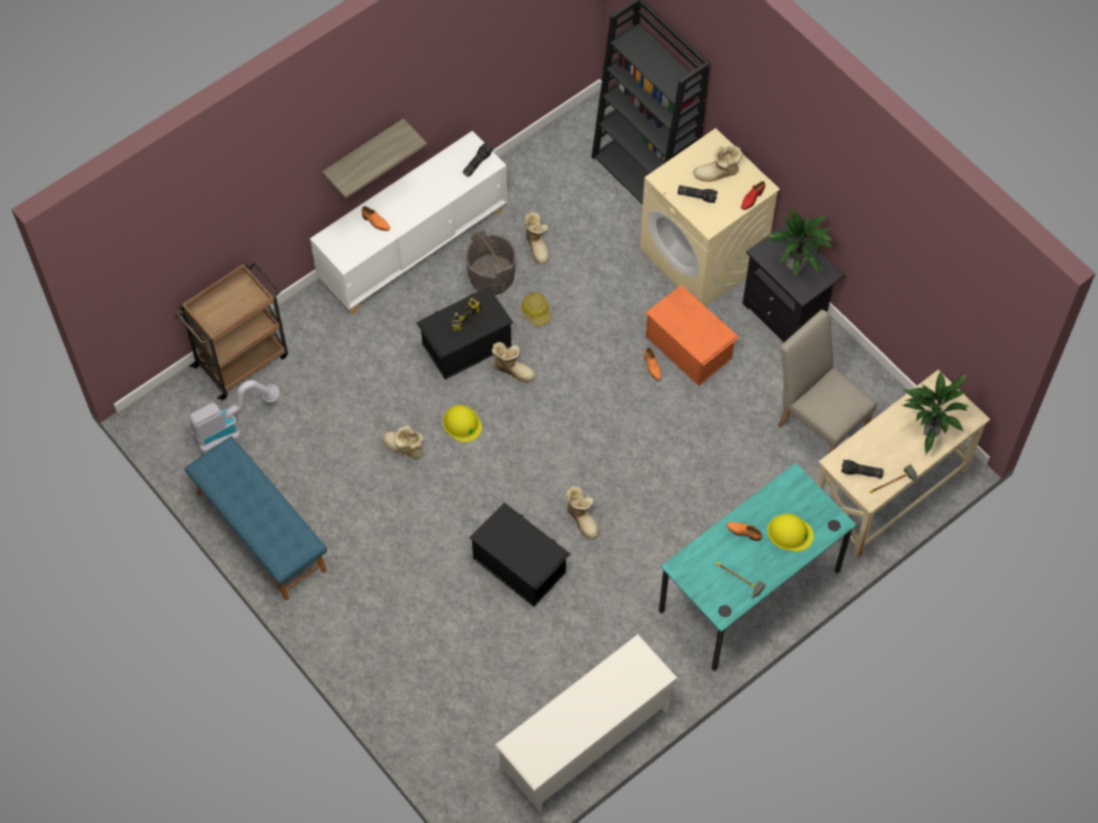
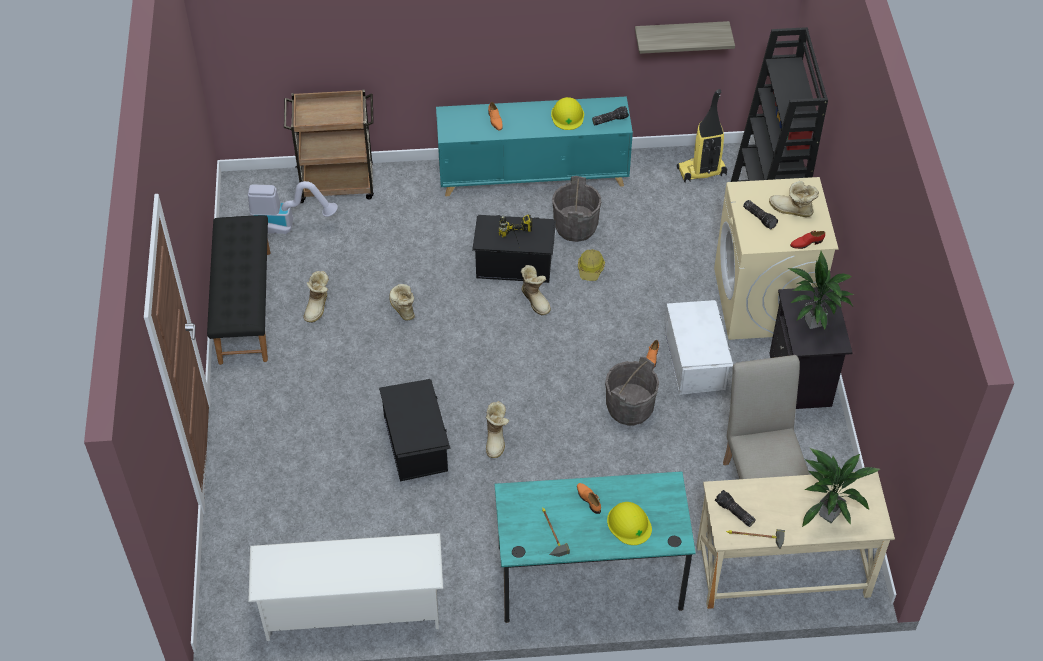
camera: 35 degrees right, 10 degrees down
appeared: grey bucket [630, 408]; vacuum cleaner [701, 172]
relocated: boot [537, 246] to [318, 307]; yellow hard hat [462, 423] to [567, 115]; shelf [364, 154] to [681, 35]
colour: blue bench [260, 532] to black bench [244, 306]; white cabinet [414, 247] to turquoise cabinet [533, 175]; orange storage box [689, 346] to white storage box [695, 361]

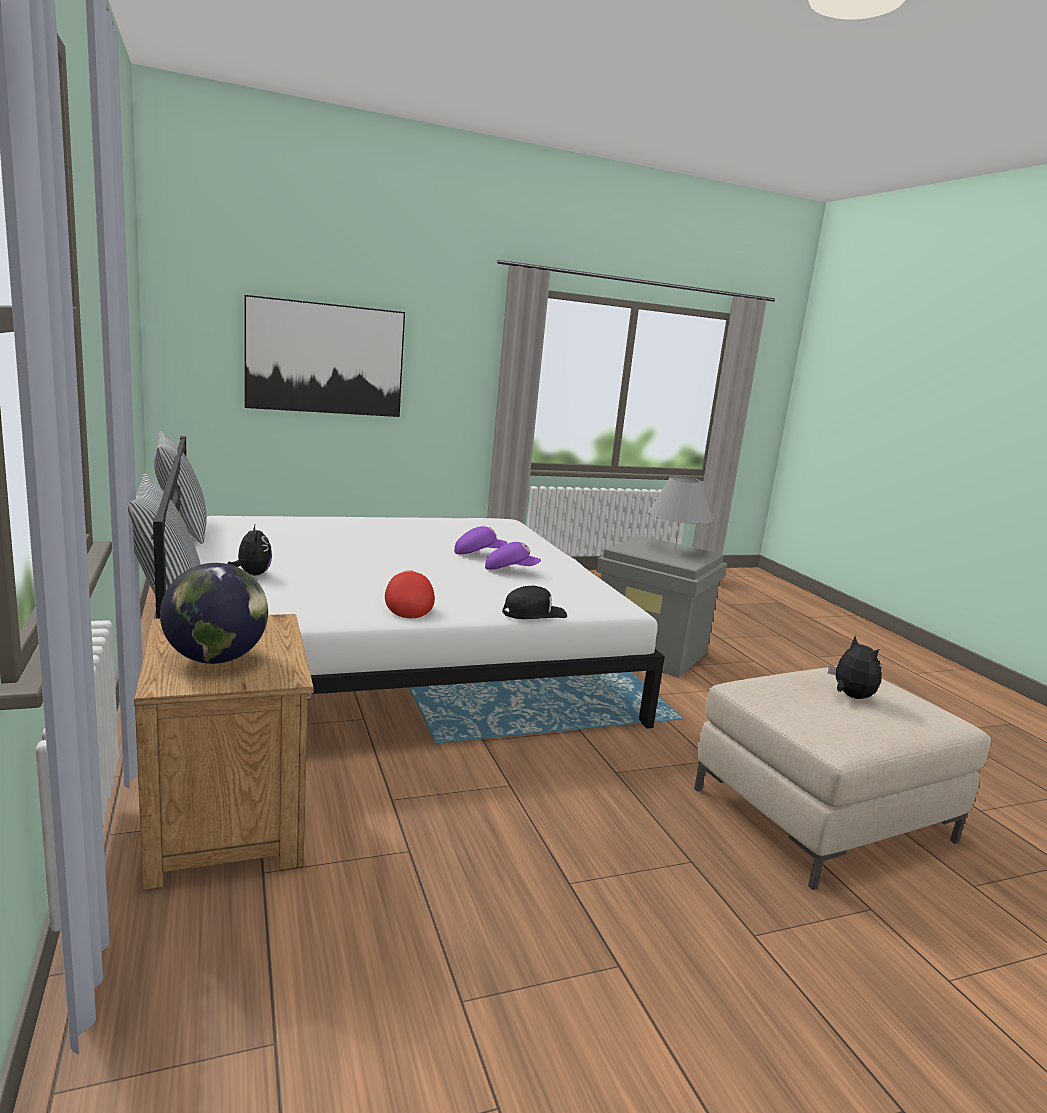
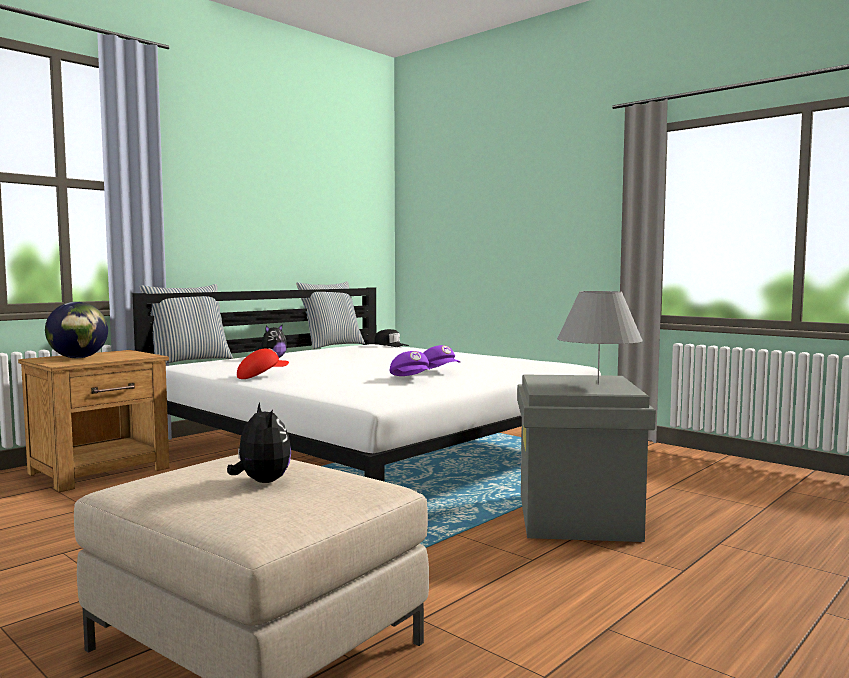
camera: 65 degrees right, 10 degrees down
missing: picture [325, 359]
relocated: black cap [534, 613] to [390, 345]
spun: plush toy [850, 696] = [261, 482] 75 degrees counterclockwise

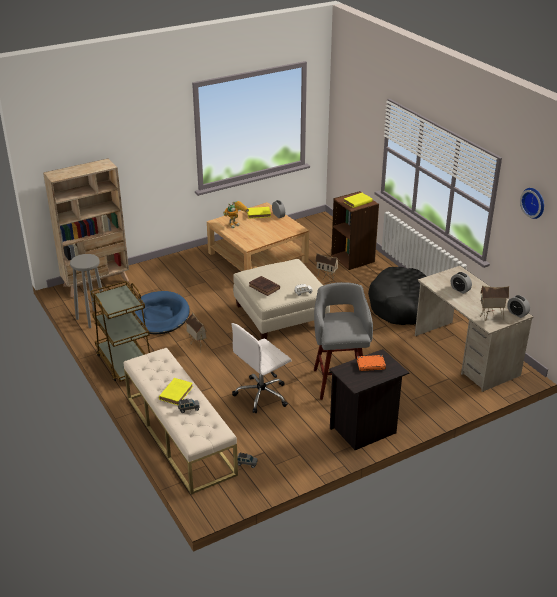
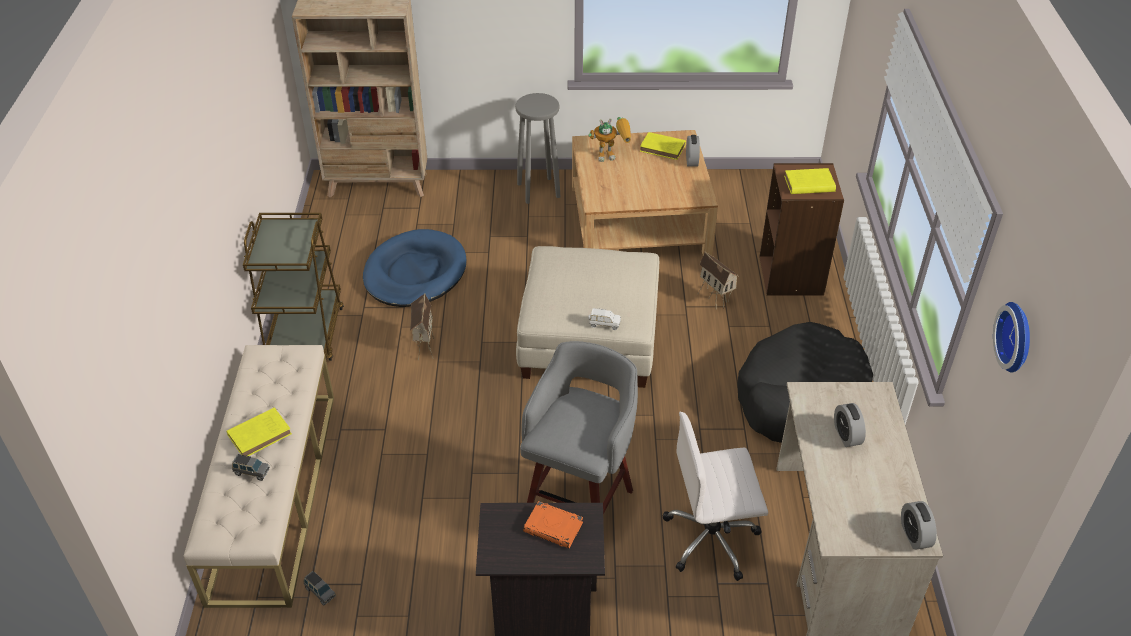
camera: 30 degrees right, 10 degrees up
missing: brown book [265, 287]; toy house [491, 317]
relocated: grey stool [92, 318] to [539, 190]; white office chair [262, 395] to [712, 538]

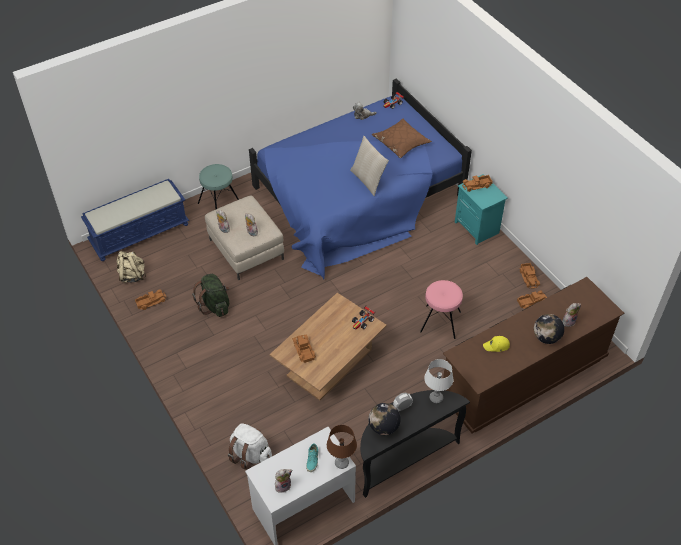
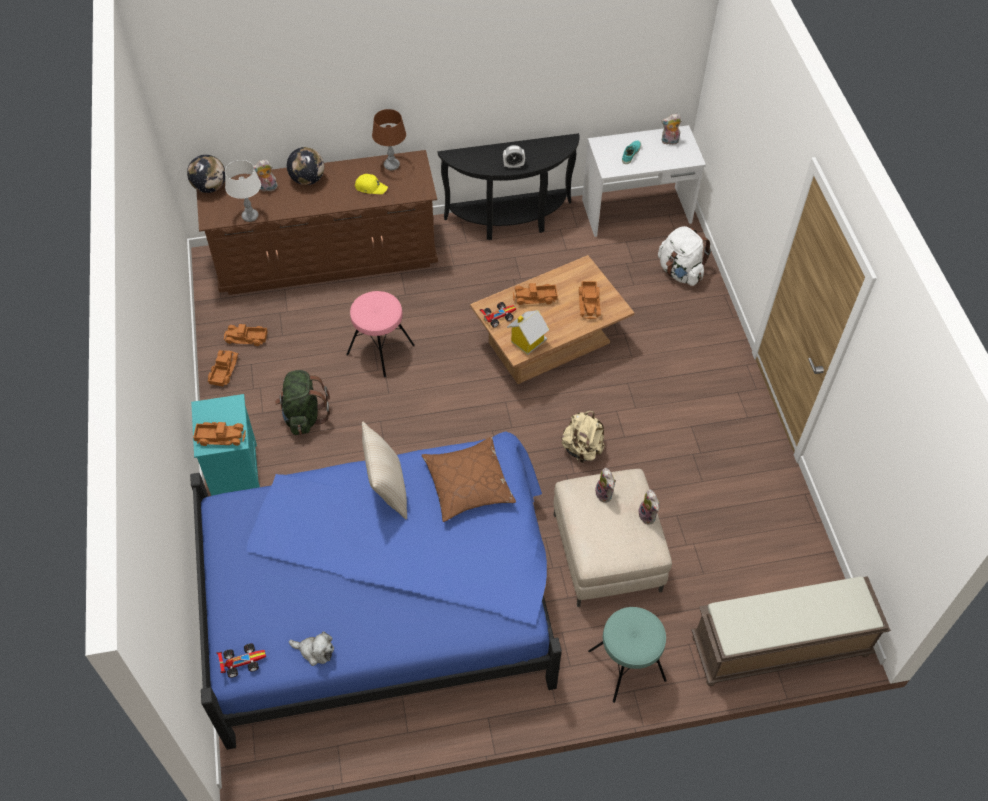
camera: 160 degrees left, 5 degrees up
appeared: toy house [527, 341]
relocated: globe [383, 427] to [210, 187]; white table lamp [436, 398] to [250, 216]; green backpack [215, 305] to [304, 416]; brown table lamp [341, 463] to [391, 165]; brown pillow [401, 143] to [468, 484]; toy truck [151, 301] to [535, 298]; beige backpack [132, 275] to [582, 449]
colour: blue bench [140, 233] to brown bench [779, 647]

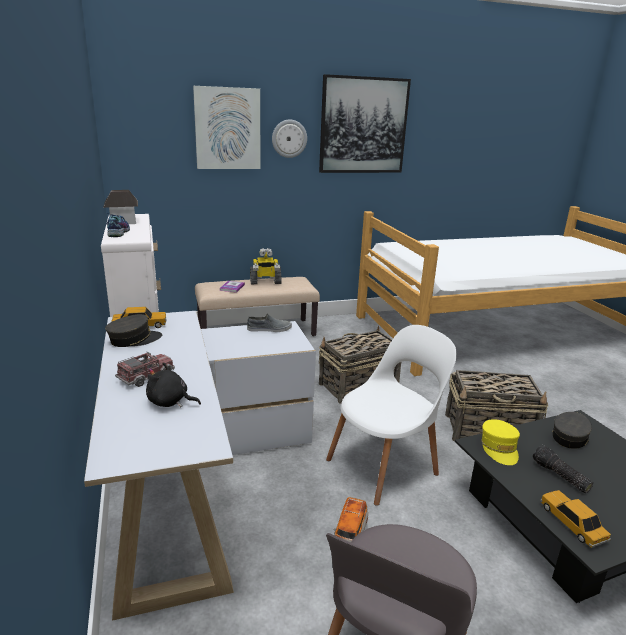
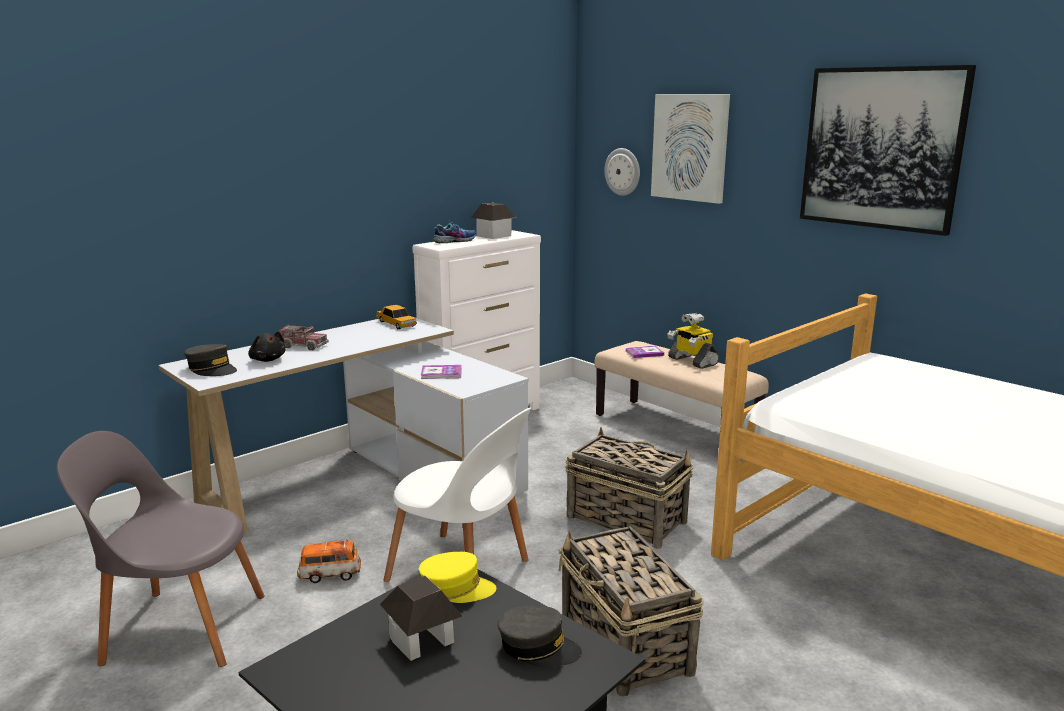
camera: 65 degrees right, 5 degrees down
missing: grey shoe [269, 329]; toy car [572, 523]
appeared: book [441, 373]
relocated: grey cap [134, 339] to [212, 369]; wall clock [289, 138] to [623, 171]
exchanged: flashlight [559, 476] to toy house [421, 640]
spun: black plush toy [170, 402] = [267, 360] 150 degrees clockwise; yellow cap [499, 448] = [456, 588] 150 degrees counterclockwise

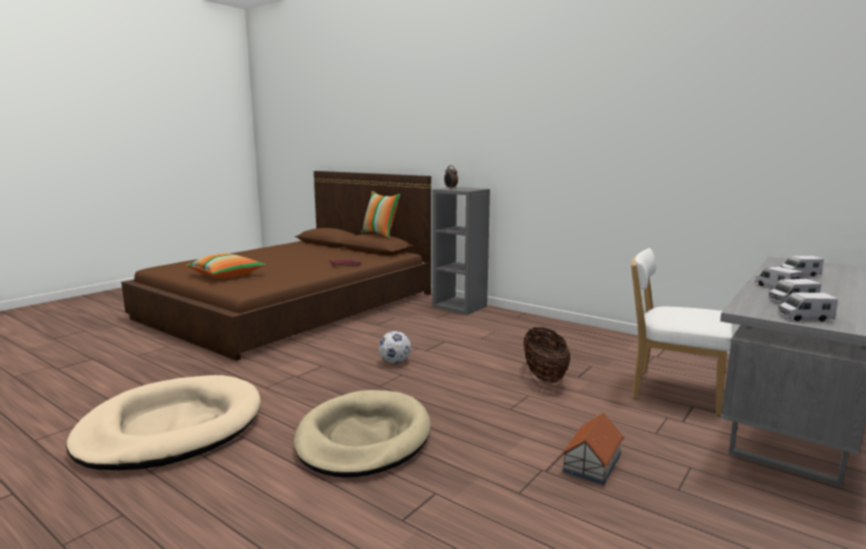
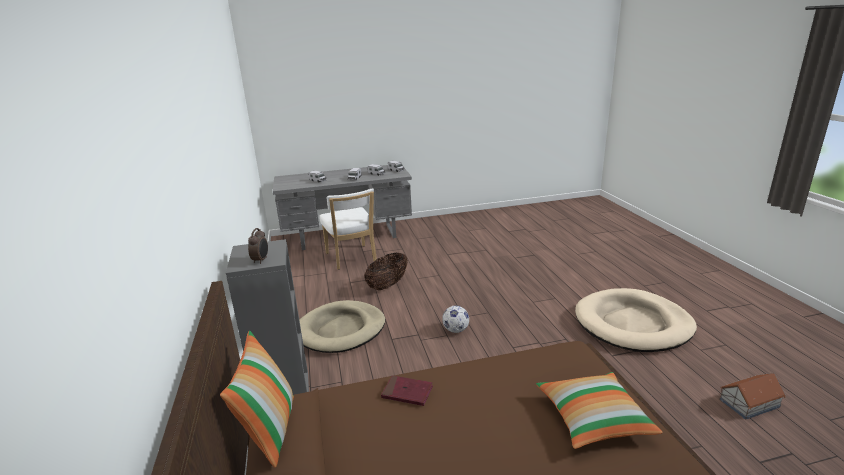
camera: 140 degrees left, 10 degrees up
relocated: beige dog bed [363, 438] to [341, 330]; toy house [593, 463] to [748, 403]

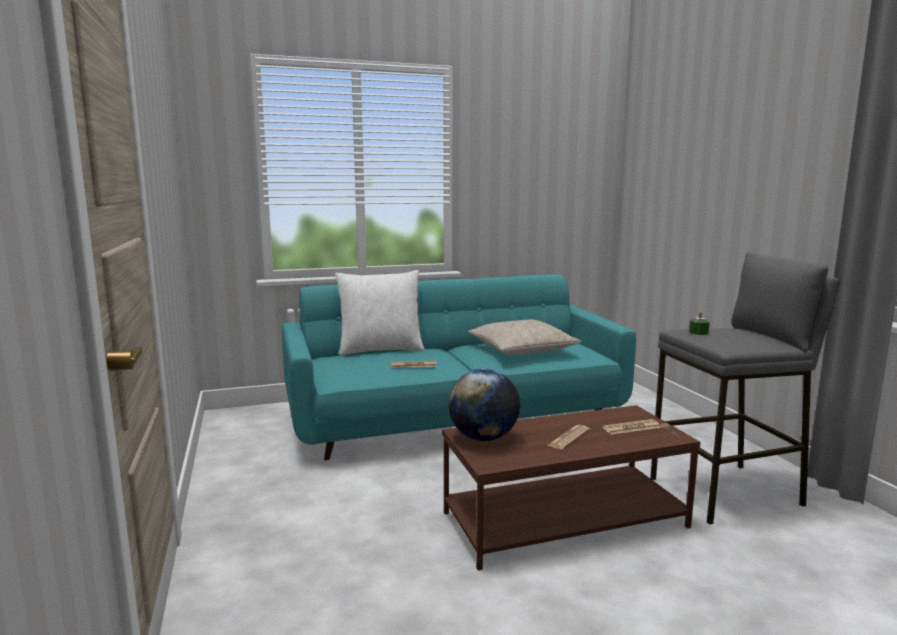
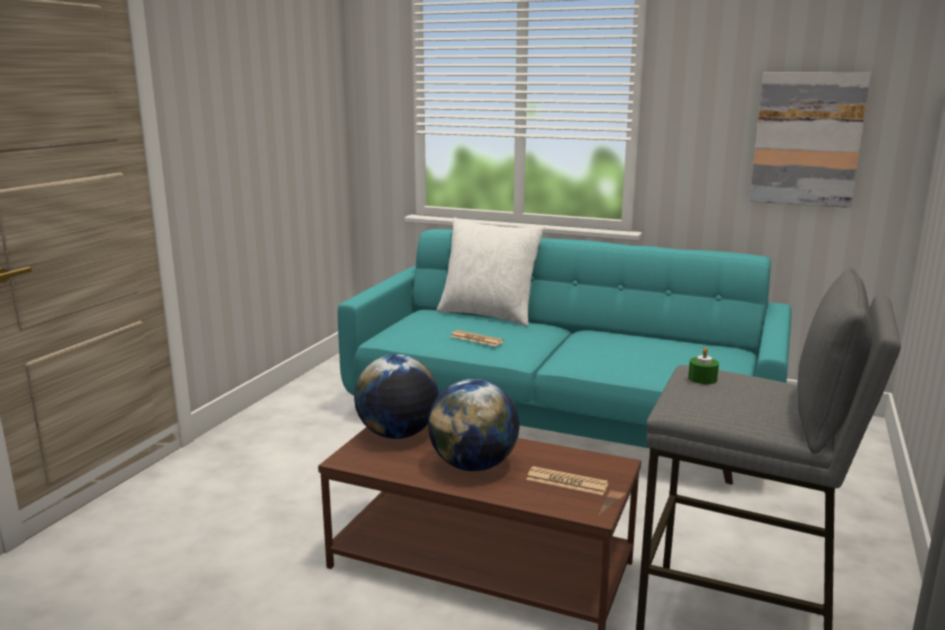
camera: 40 degrees right, 5 degrees up
missing: beige pillow [521, 349]
appeared: picture [807, 139]
exchanged: newspaper [568, 438] to globe [474, 465]

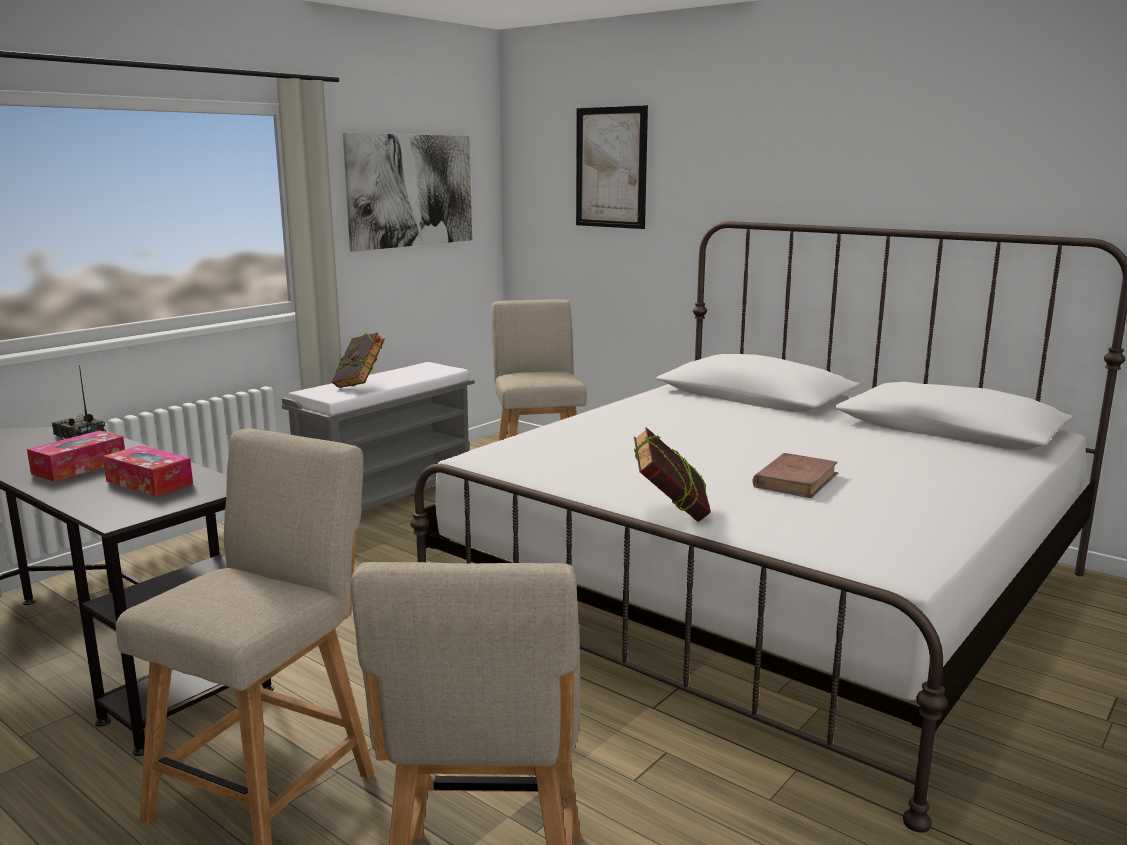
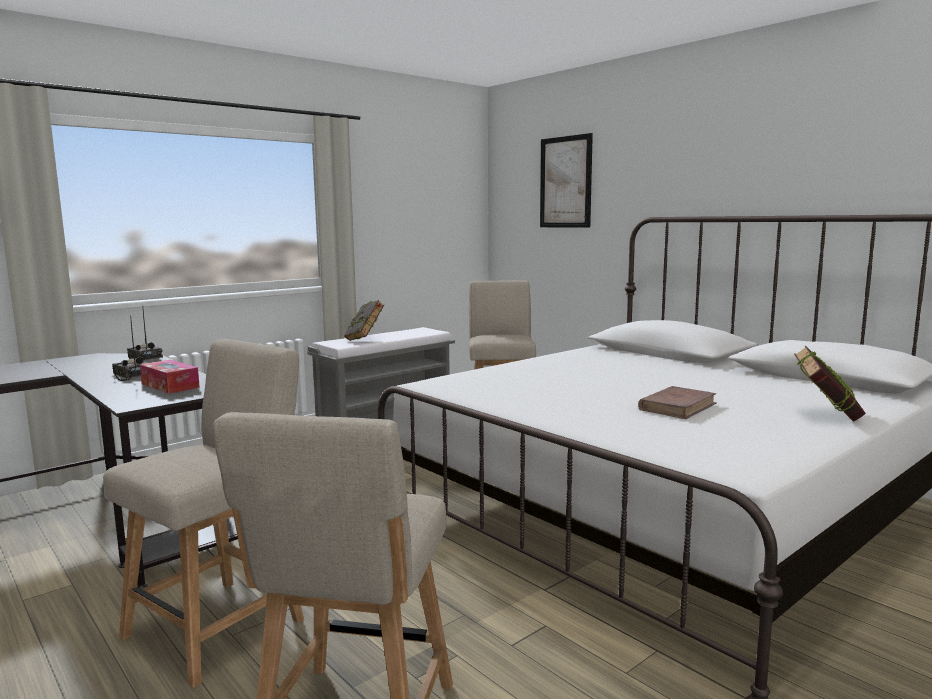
camera: 10 degrees right, 5 degrees down
missing: picture [411, 190]
relocated: book [670, 514] to [825, 416]
exchanged: tissue box [79, 467] to radio [130, 375]

